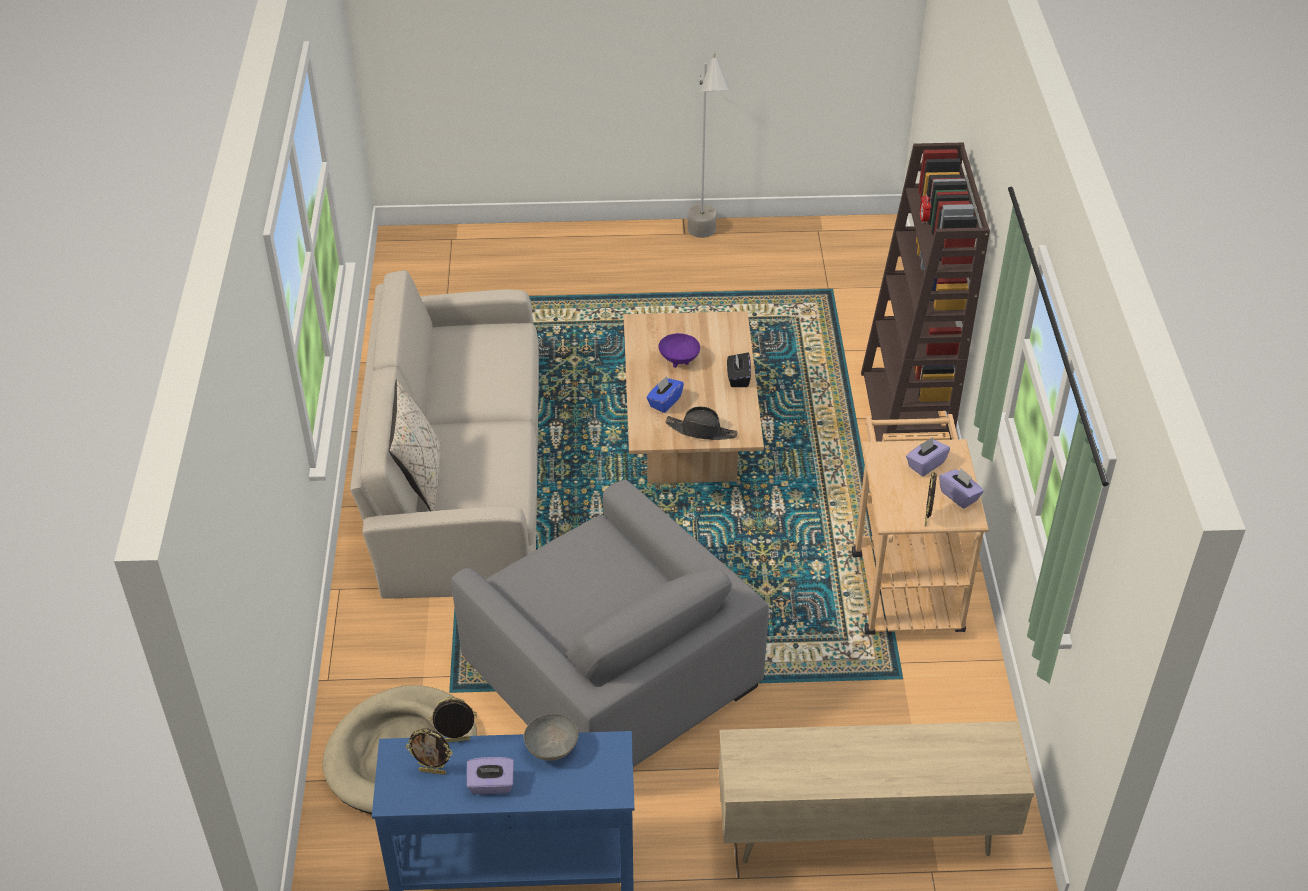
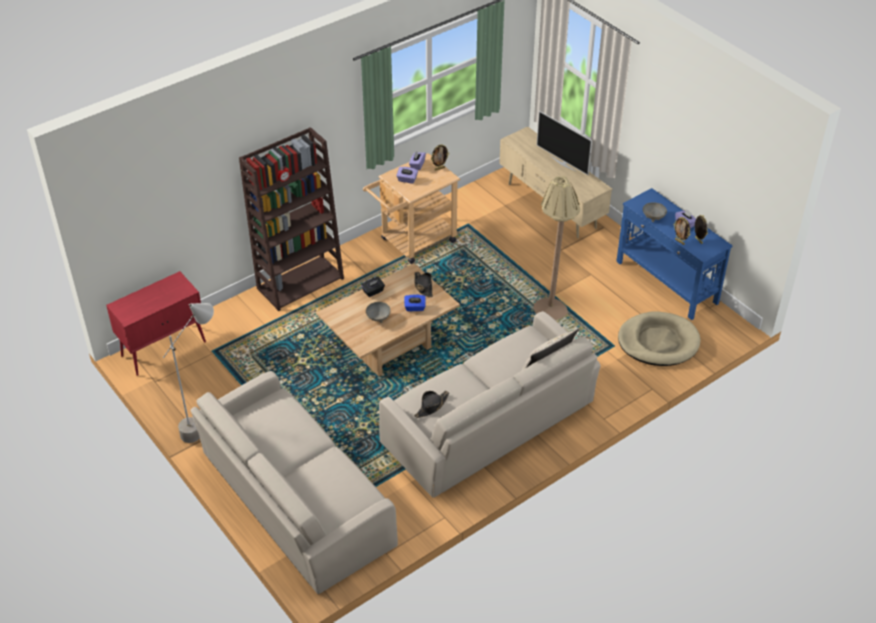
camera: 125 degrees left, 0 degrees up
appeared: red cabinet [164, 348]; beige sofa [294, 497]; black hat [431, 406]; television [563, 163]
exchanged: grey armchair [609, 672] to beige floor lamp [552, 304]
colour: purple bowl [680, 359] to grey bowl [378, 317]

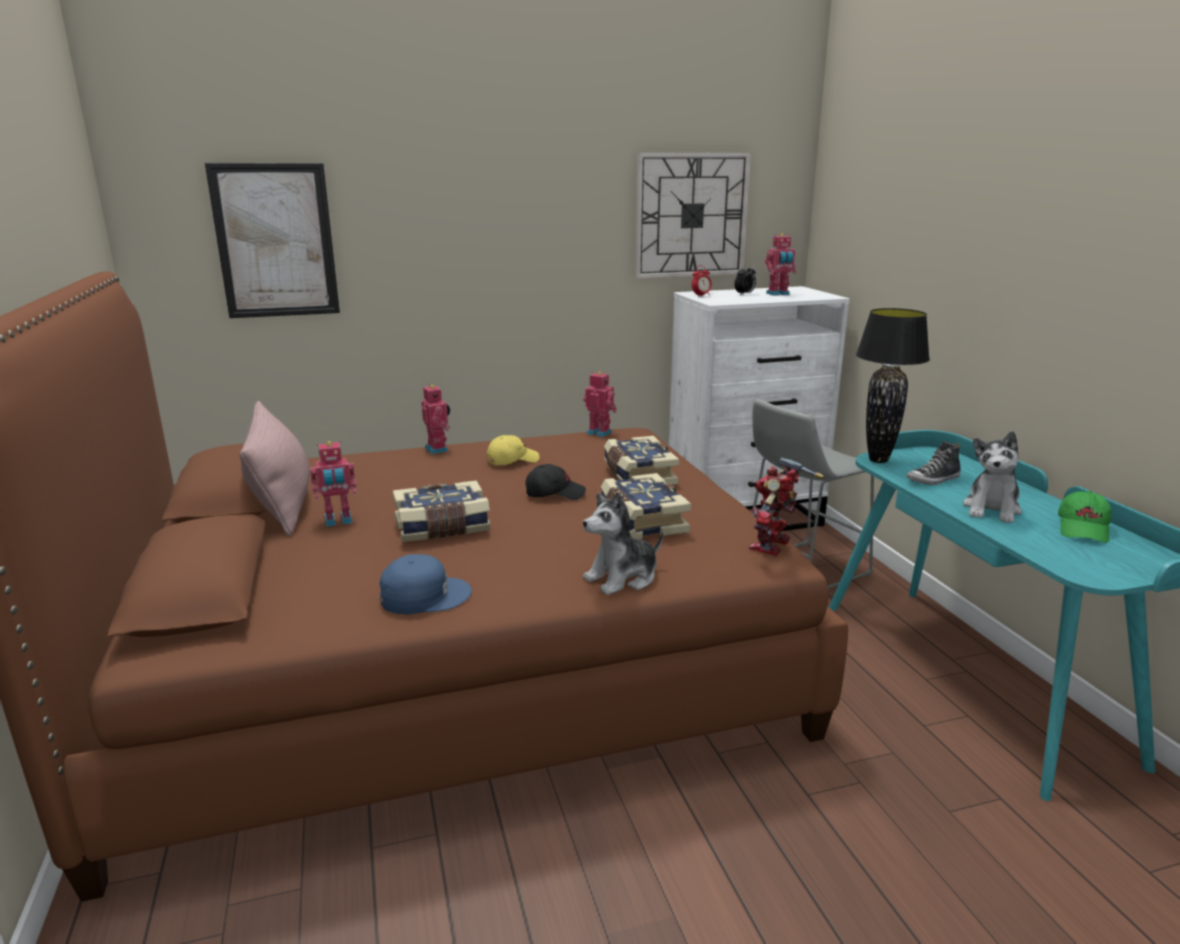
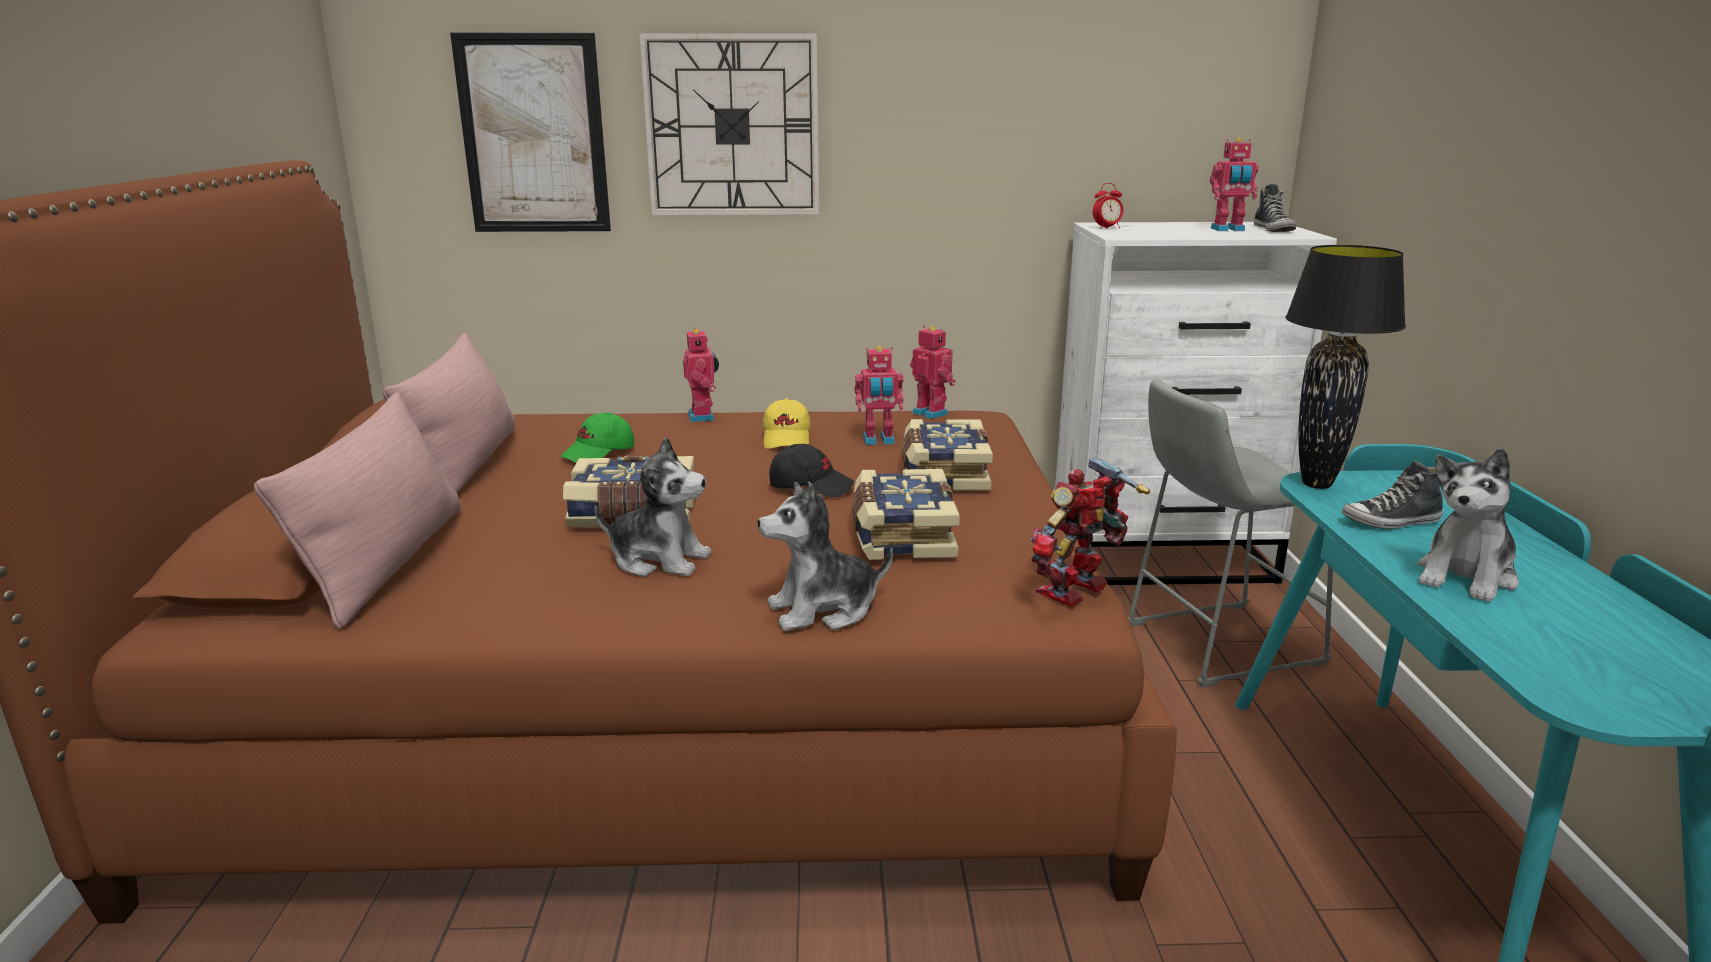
camera: 15 degrees right, 0 degrees up
missing: blue cap [424, 595]; alarm clock [744, 294]
appeared: pink pillow [387, 563]; plush toy [659, 560]; shoe [1274, 230]
relocated: green cap [1083, 529] to [599, 454]; wall clock [691, 215] to [732, 126]; toy robot [338, 521] to [878, 441]
spun: yellow cap [512, 461] = [787, 439] 105 degrees clockwise

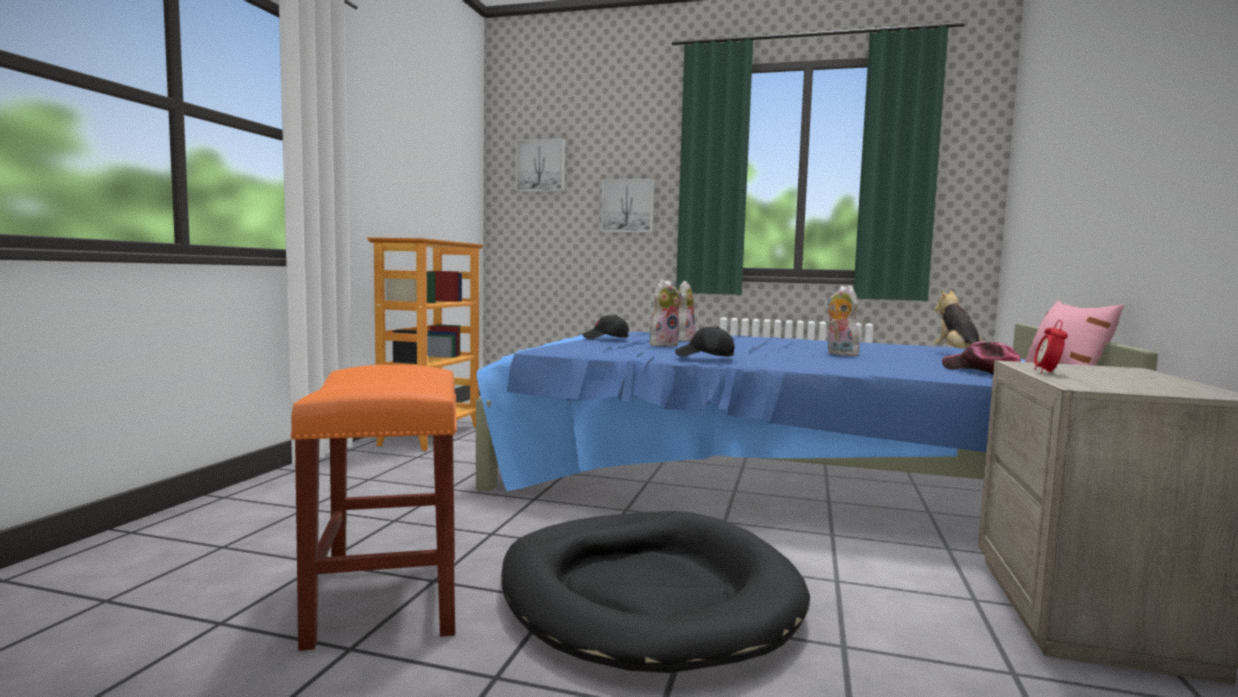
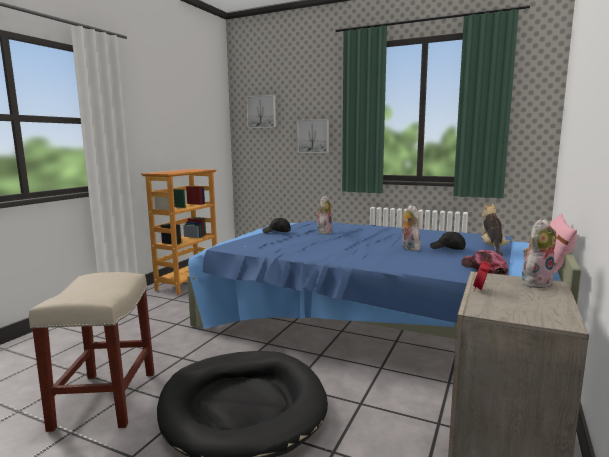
camera: 10 degrees right, 5 degrees up
relocated: black cap [704, 356] to [447, 248]; plush toy [663, 345] to [535, 283]
colour: orange stool [388, 598] to beige stool [106, 400]

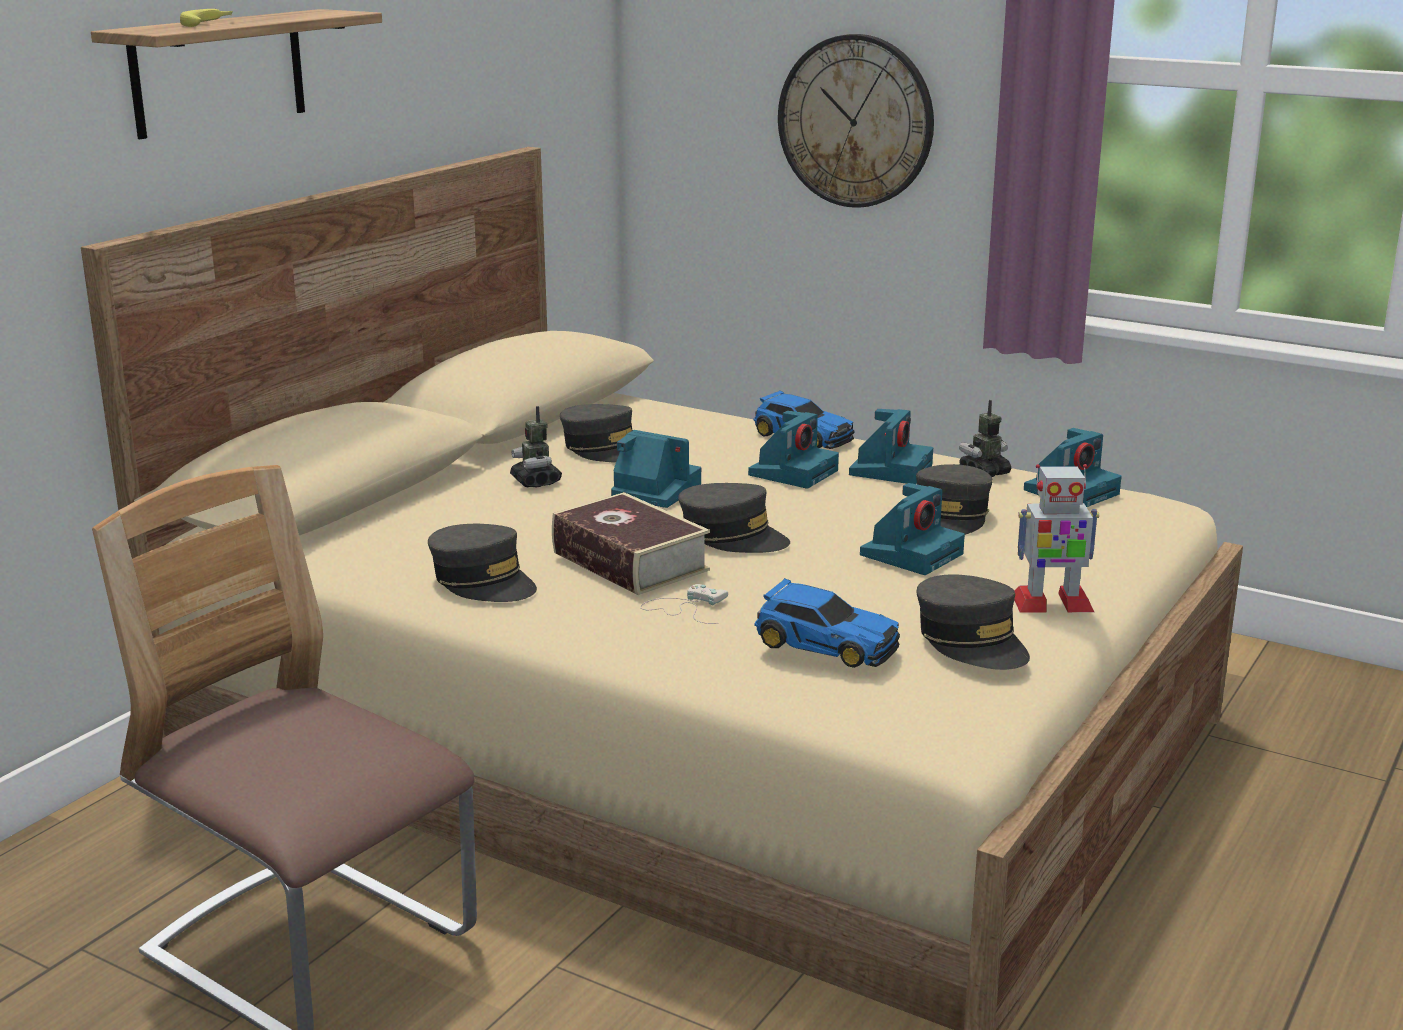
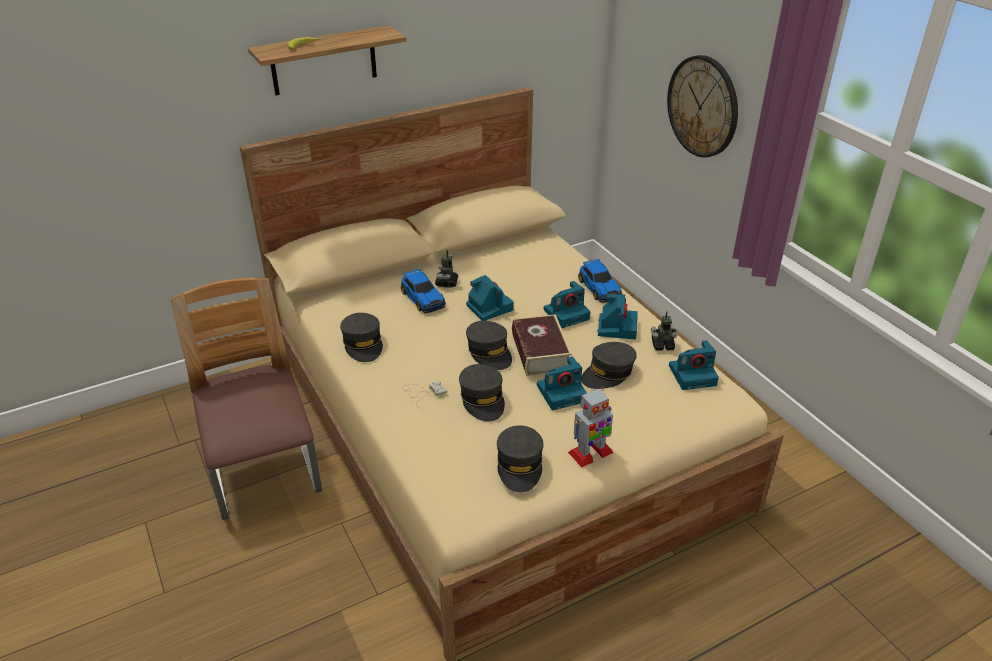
camera: 30 degrees right, 15 degrees up
relocated: toy car [824, 644] to [423, 298]; grey cap [604, 449] to [482, 399]; book [630, 561] to [540, 352]
spun: toy robot [1051, 603] = [590, 453] 60 degrees counterclockwise; photo camera [890, 469] = [616, 327] 45 degrees counterclockwise

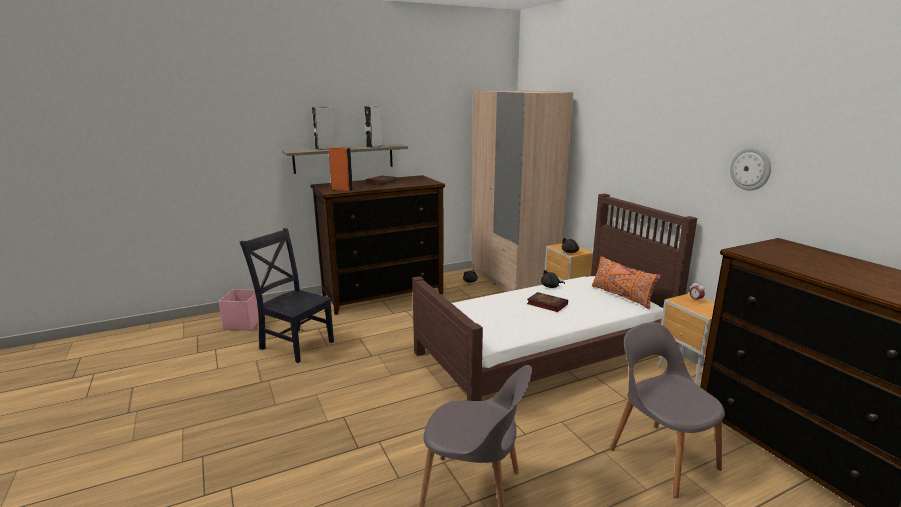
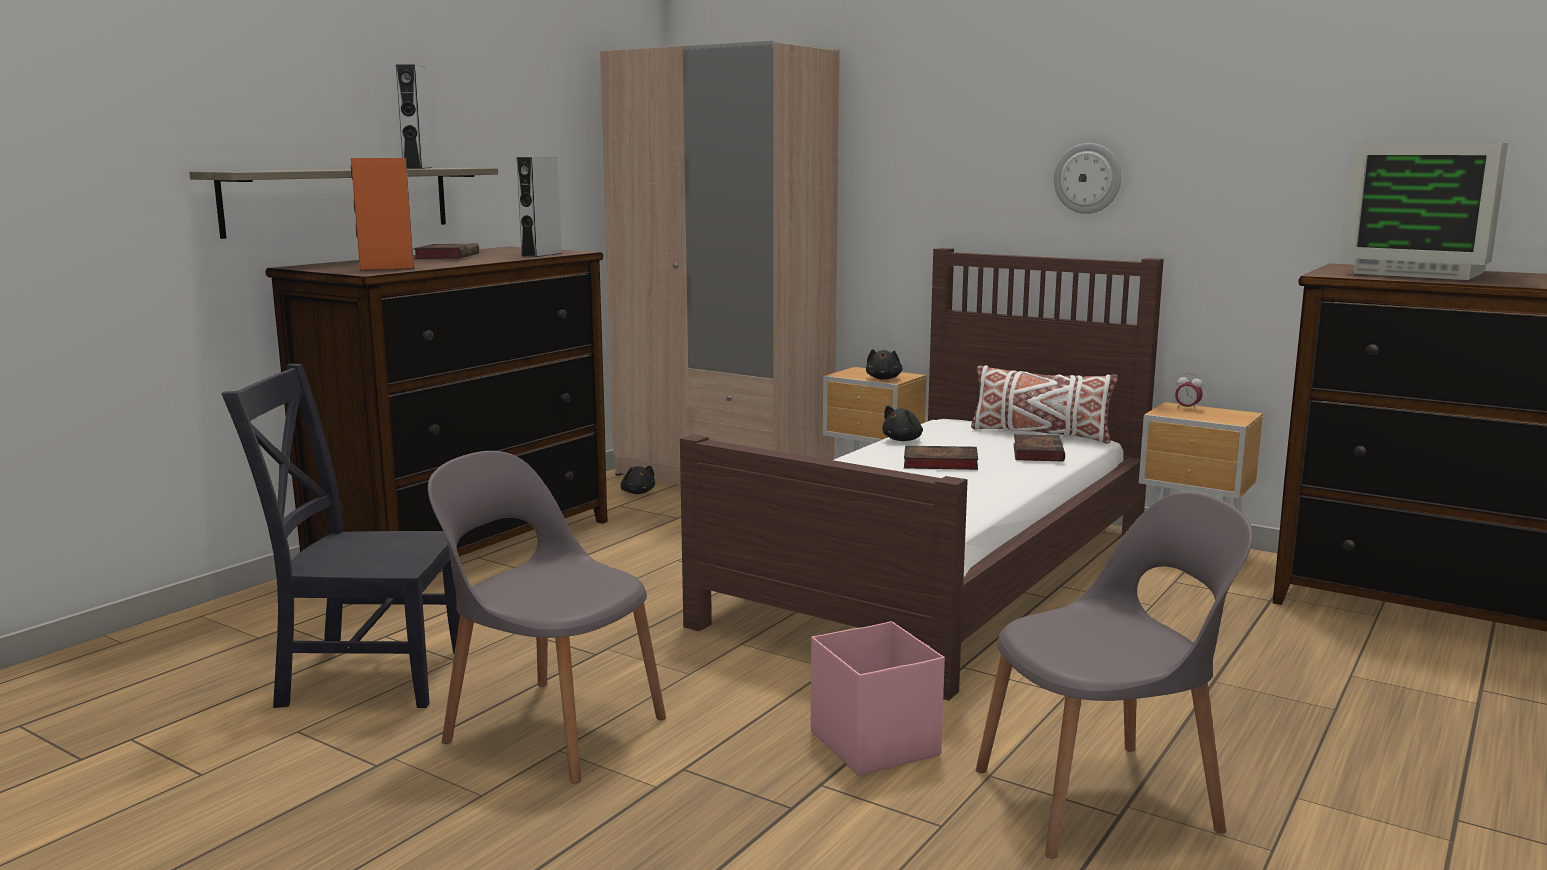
camera: 30 degrees left, 5 degrees down
appeared: book [1037, 452]; monitor [1419, 272]
relocated: grey chair [661, 456] to [551, 728]; grey speaker [325, 148] to [541, 255]; pink storage box [244, 323] to [874, 743]; wall clock [750, 168] to [1088, 178]
colour: orange pillow [621, 296] to white pillow [1040, 434]

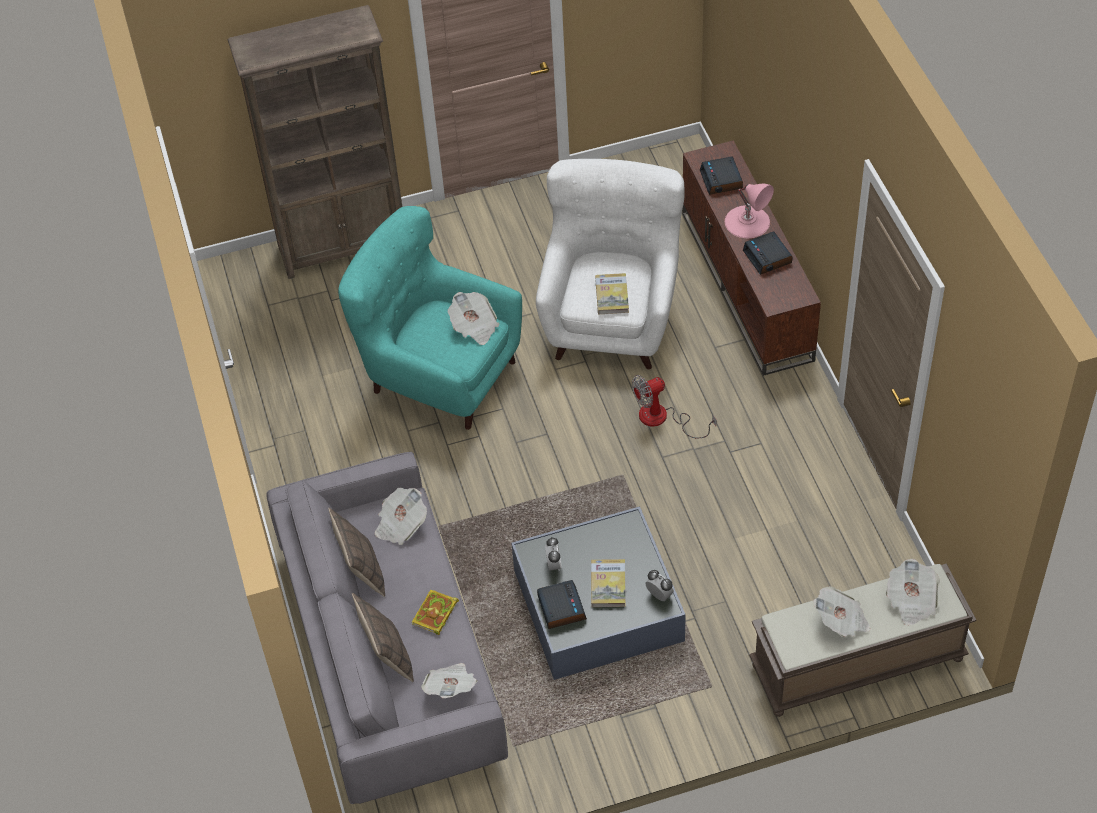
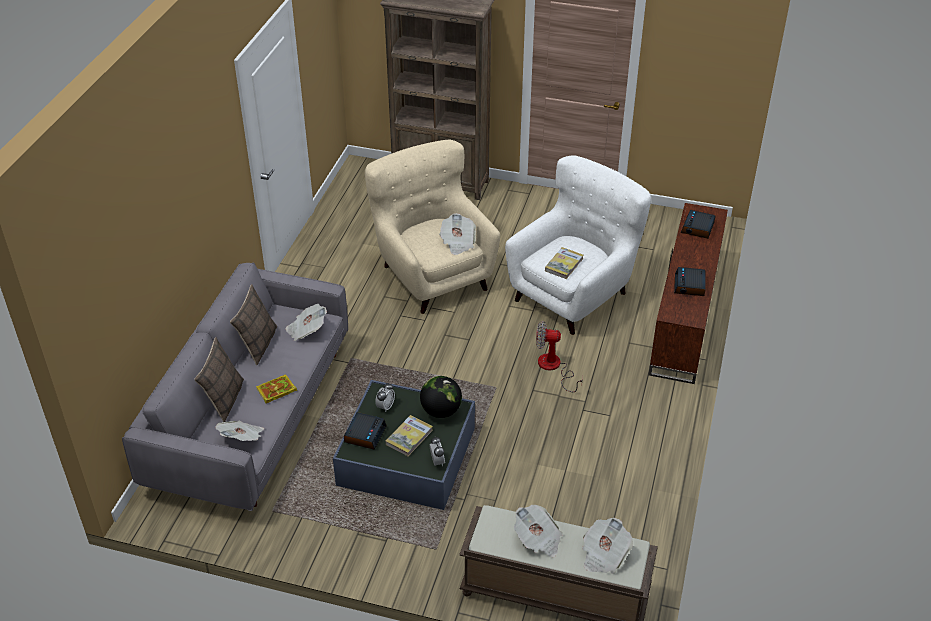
camera: 30 degrees right, 10 degrees down
missing: pink table lamp [747, 221]
appeared: globe [441, 411]
colour: turquoise armchair [439, 374] to beige armchair [433, 275]

